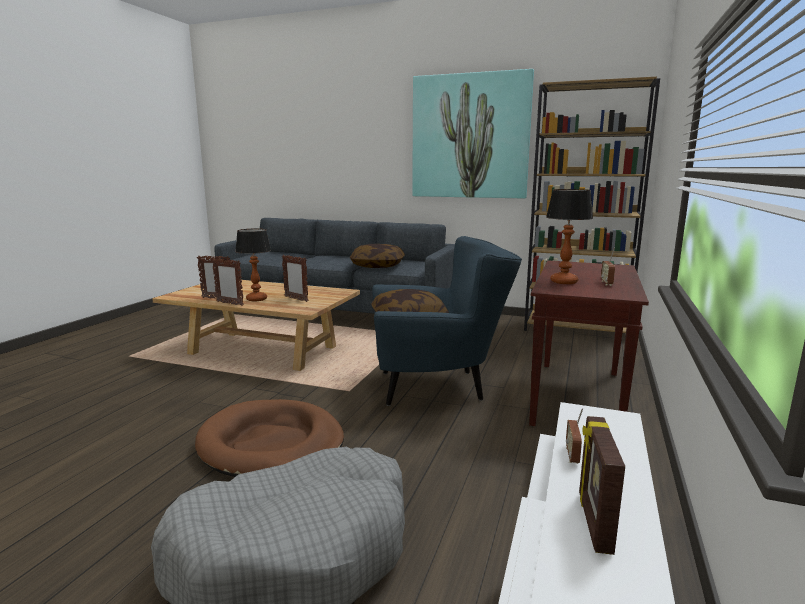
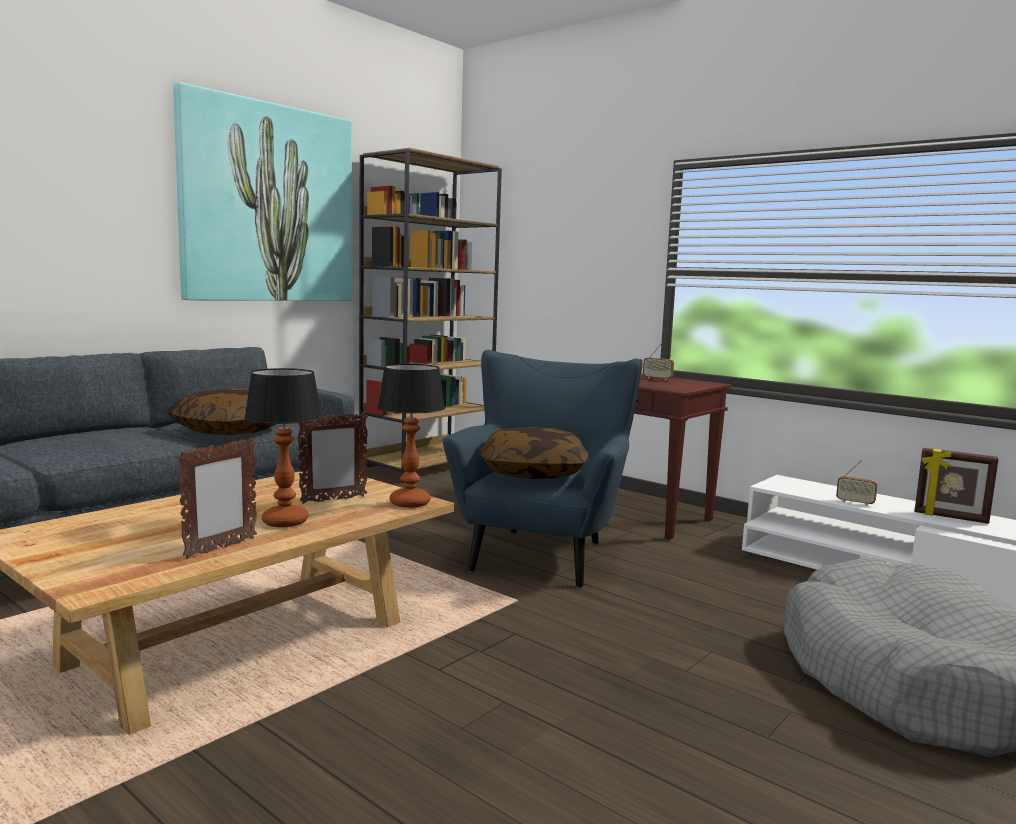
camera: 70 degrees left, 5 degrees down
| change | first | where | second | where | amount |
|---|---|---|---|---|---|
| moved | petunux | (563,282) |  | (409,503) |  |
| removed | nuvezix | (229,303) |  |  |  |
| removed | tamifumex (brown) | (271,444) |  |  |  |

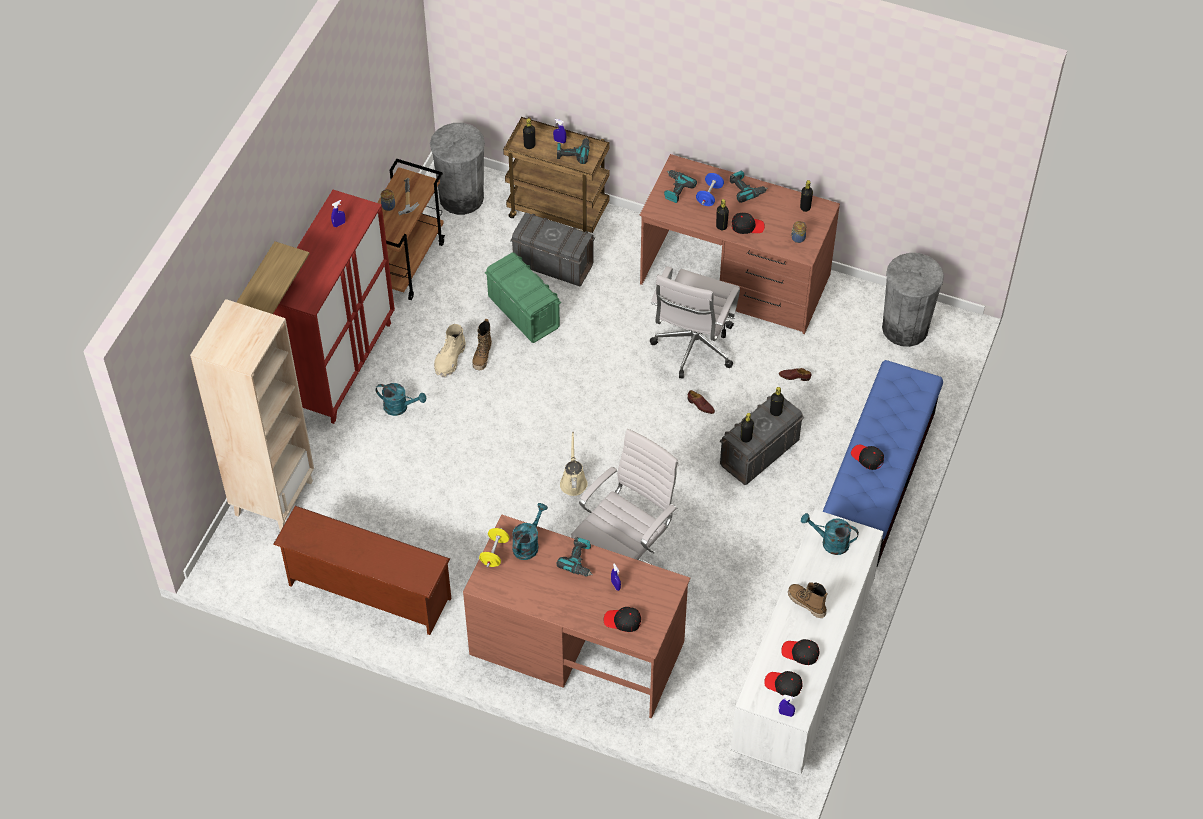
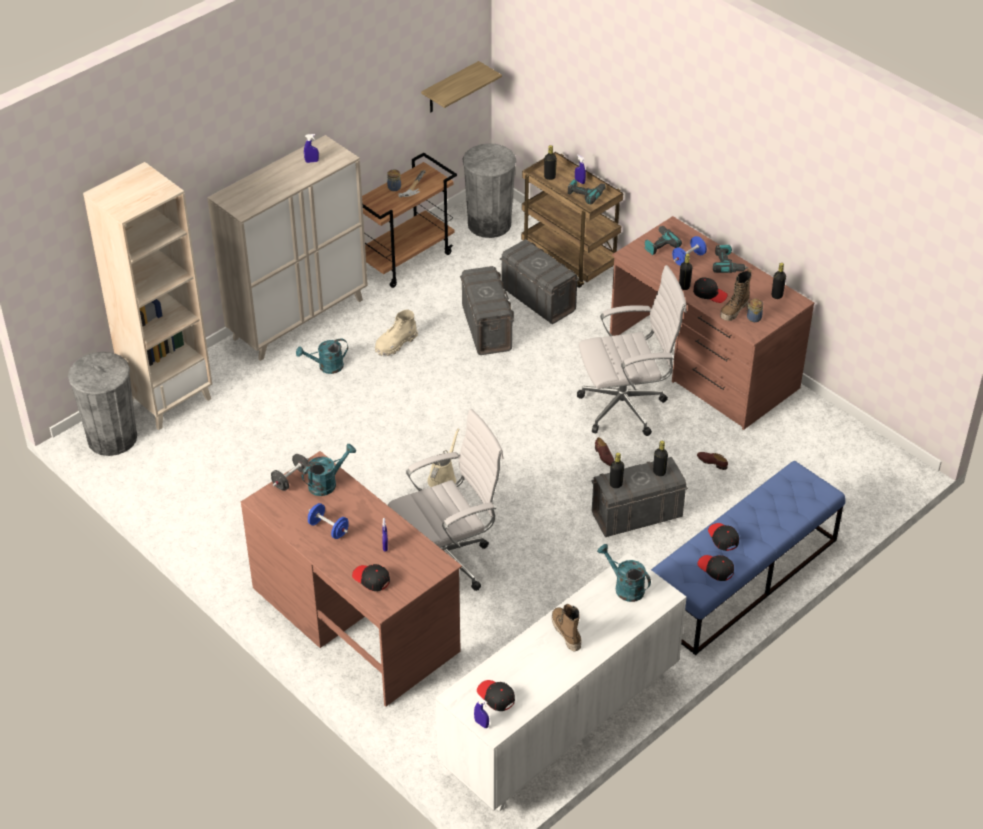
camera: 25 degrees right, 10 degrees down
| change | first | where | second | where | amount |
|---|---|---|---|---|---|
| recoloured | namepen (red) | (342,365) | namepen (beige) | (298,319) |  |
| moved | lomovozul | (256,283) |  | (450,88) |  |
| recoloured | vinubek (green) | (523,312) | vinubek (grey) | (486,328) |  |
| moved | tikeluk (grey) | (905,328) |  | (112,438) |  |
| turned | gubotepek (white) | (693,349) |  | (626,407) | 150 degrees counterclockwise |
| moved | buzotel | (482,356) |  | (734,311) |  |
| turned | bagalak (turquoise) | (400,407) |  | (326,367) | 120 degrees clockwise |
| removed | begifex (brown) | (367,592) |  |  |  |
| recoloured | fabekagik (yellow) | (494,553) | fabekagik (black) | (291,480) |  |
| removed | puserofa | (579,561) |  |  |  |
| moved | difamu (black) | (800,653) |  | (715,569) |  |
| added |  |  | fabekagik (blue) | (328,529) |  |

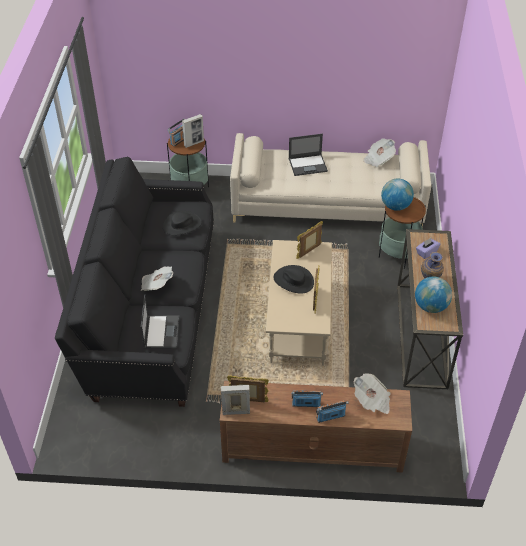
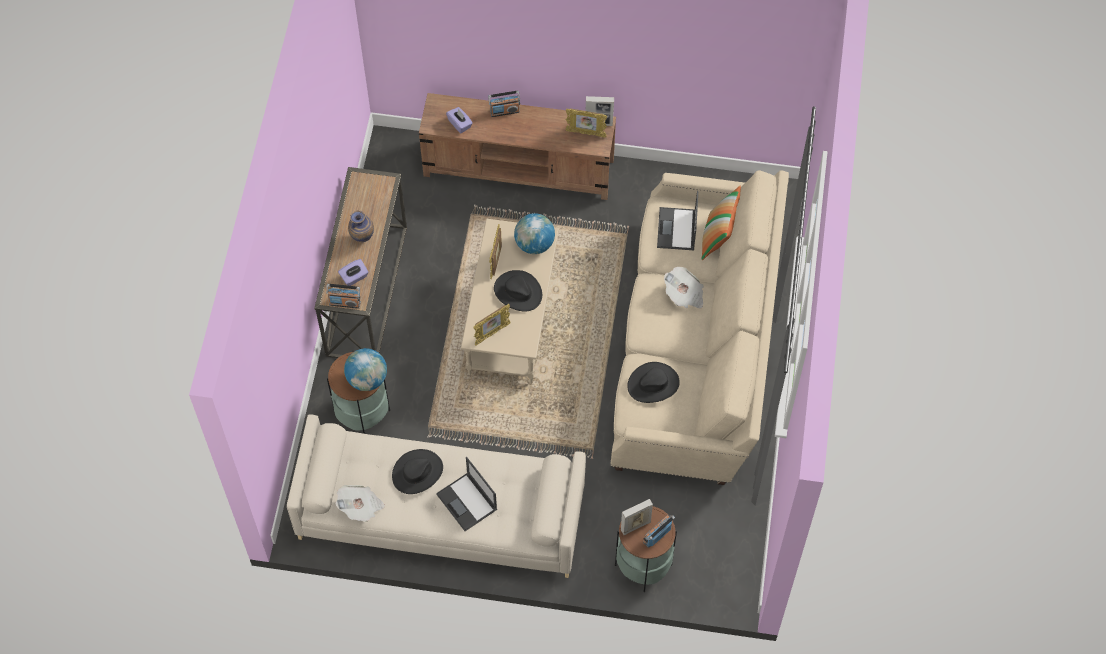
camera: 175 degrees left, 15 degrees up
| change | first | where | second | where | amount |
|---|---|---|---|---|---|
| turned | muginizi | (308,165) |  | (467,502) | 120 degrees counterclockwise |
| recoloured | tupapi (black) | (150,309) | tupapi (beige) | (695,350) |  |
| moved | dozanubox | (431,306) |  | (534,244) |  |
| replaced | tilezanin | (372,401) | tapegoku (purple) | (460,124) |  |
| moved | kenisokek | (306,404) |  | (345,303) |  |
| added |  |  | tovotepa | (718,237) |  |
| added |  |  | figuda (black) | (417,472) |  |

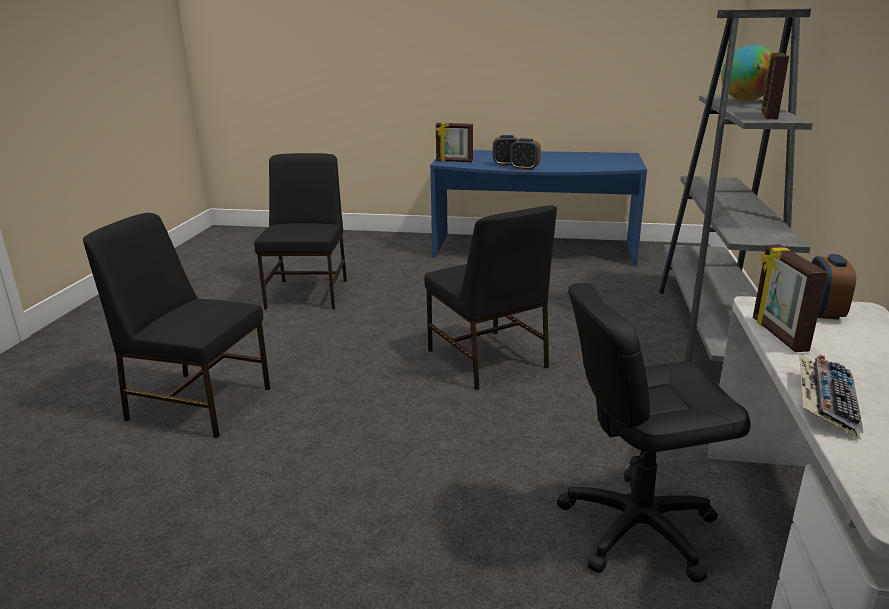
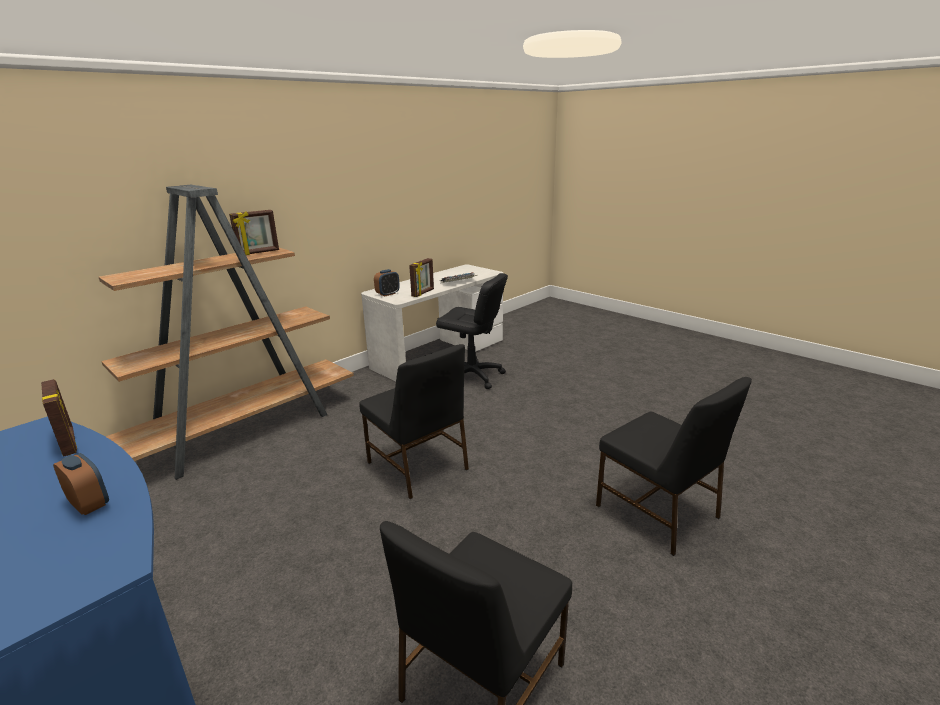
camera: 145 degrees left, 0 degrees up
| change | first | where | second | where | amount |
|---|---|---|---|---|---|
| recoloured | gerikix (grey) | (714,330) | gerikix (brown) | (246,430) |  |
| removed | dozanubox | (745,100) |  |  |  |
| moved | nuvezix | (454,161) |  | (69,442) |  |
| removed | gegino | (524,168) |  |  |  |
| turned | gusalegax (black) | (487,360) |  | (417,467) | 135 degrees clockwise |

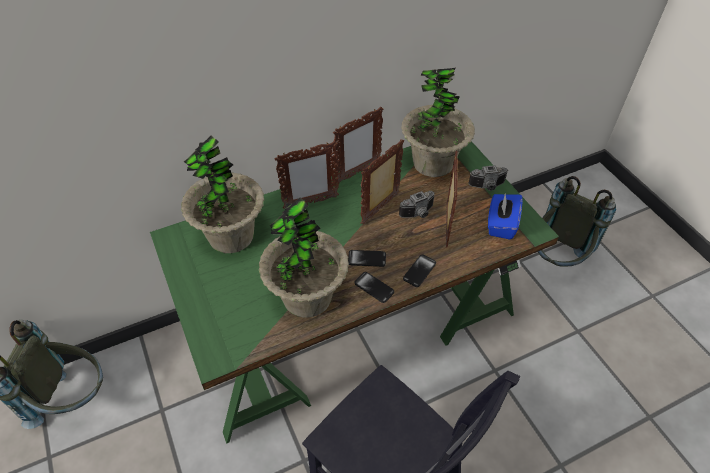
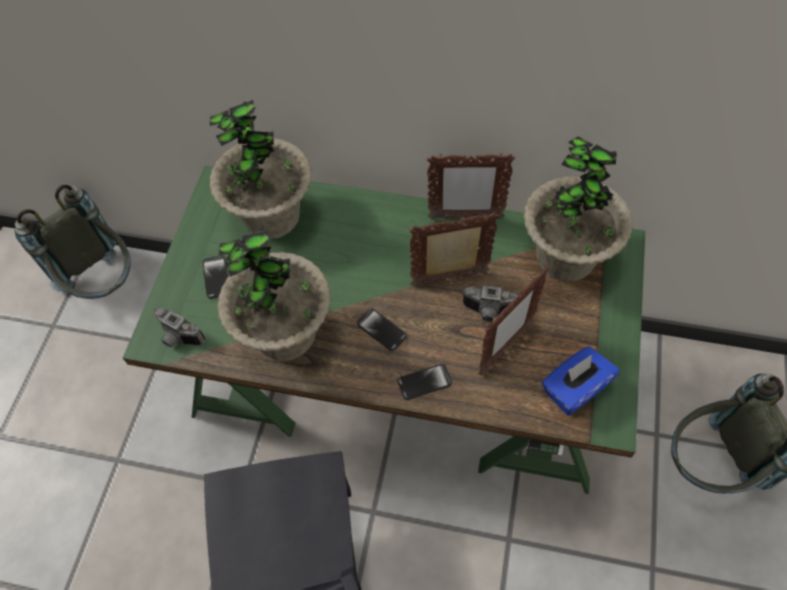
camera: 40 degrees right, 10 degrees up
| change | first | where | second | where | amount |
|---|---|---|---|---|---|
| removed | nuvezix | (310,203) |  |  |  |
| moved | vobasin | (488,187) |  | (178,338) |  |
| moved | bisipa | (374,288) |  | (216,277) |  |

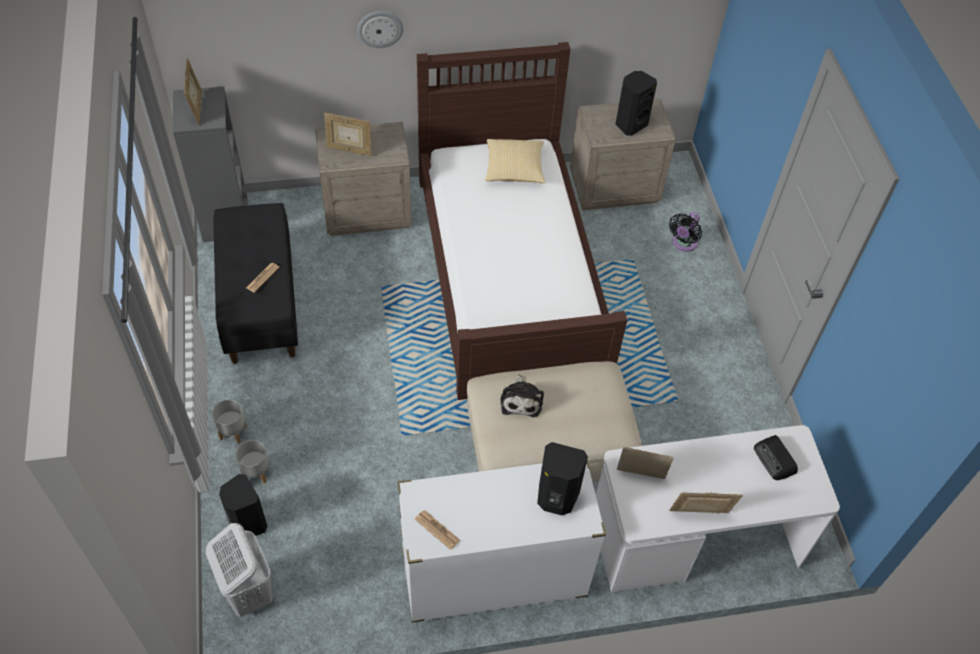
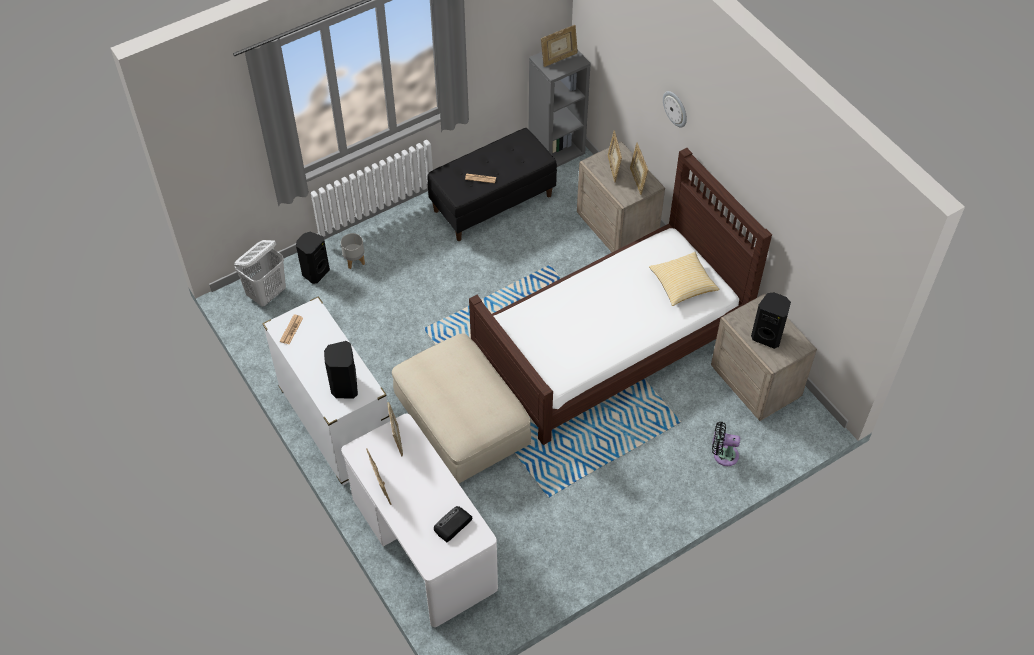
camera: 70 degrees right, 0 degrees up
| change | first | where | second | where | amount |
|---|---|---|---|---|---|
| removed | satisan | (521,400) |  |  |  |
| removed | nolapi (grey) | (232,432) |  |  |  |
| added |  |  | nuvezix | (637,181) |  |

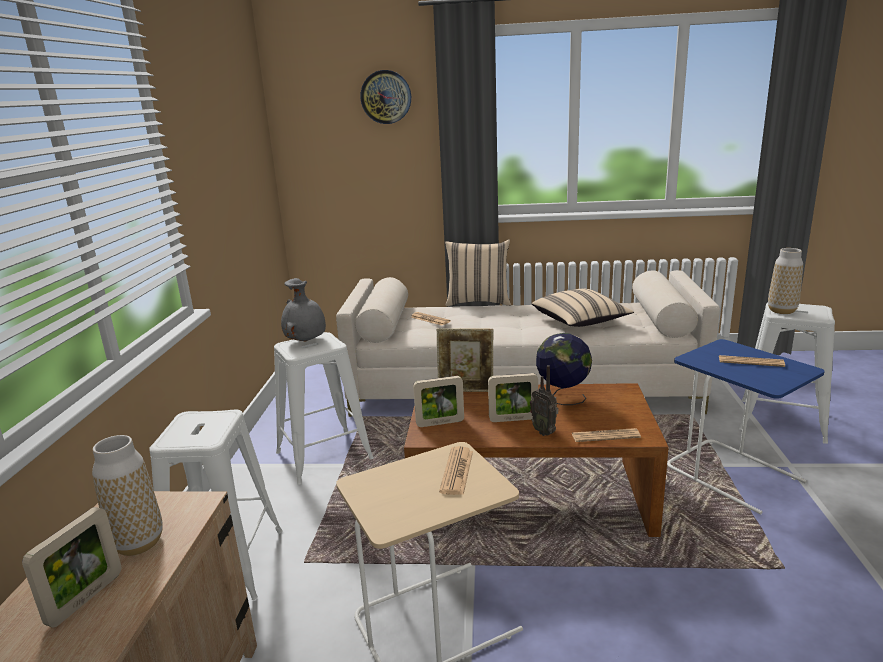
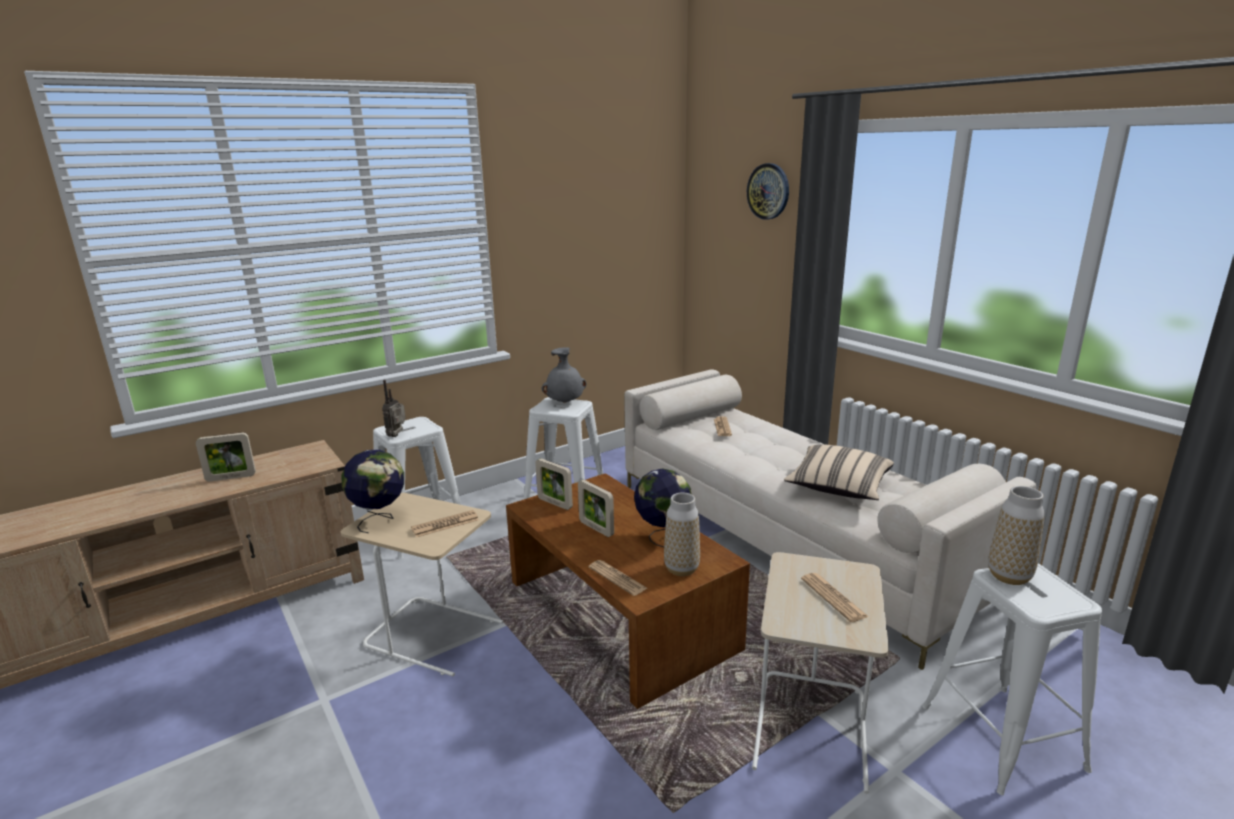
camera: 50 degrees right, 0 degrees up
| change | first | where | second | where | amount |
|---|---|---|---|---|---|
| removed | tovotepa (beige) | (478,302) |  |  |  |
| removed | nuvezix | (466,390) |  |  |  |
| recoloured | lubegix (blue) | (734,474) | lubegix (beige) | (812,729) |  |
| moved | kenisokek | (544,432) |  | (398,435) |  |
| moved | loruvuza | (138,543) |  | (681,569) |  |
| added |  |  | dozanubox | (379,520) |  |

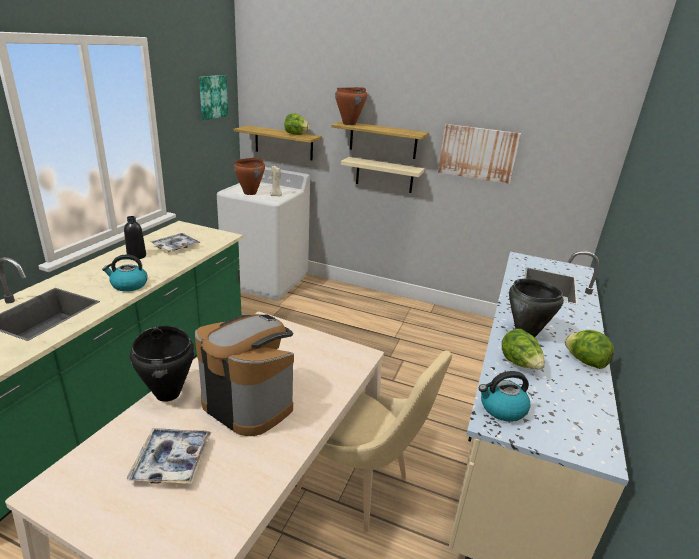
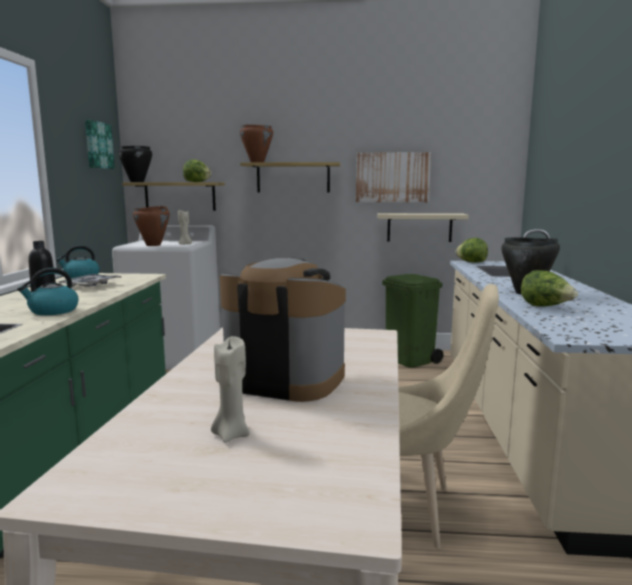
camera: 15 degrees left, 15 degrees down
| change | first | where | second | where | amount |
|---|---|---|---|---|---|
| moved | lomovozul (beige) | (384,175) |  | (419,227) |  |
| moved | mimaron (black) | (168,393) |  | (137,182) |  |
| moved | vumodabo | (584,361) |  | (471,262) |  |
| moved | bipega | (502,408) |  | (81,277) |  |
| replaced | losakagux | (172,461) | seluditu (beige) | (231,434) |  |
| added |  |  | tikeluk (green) | (410,360) |  |

